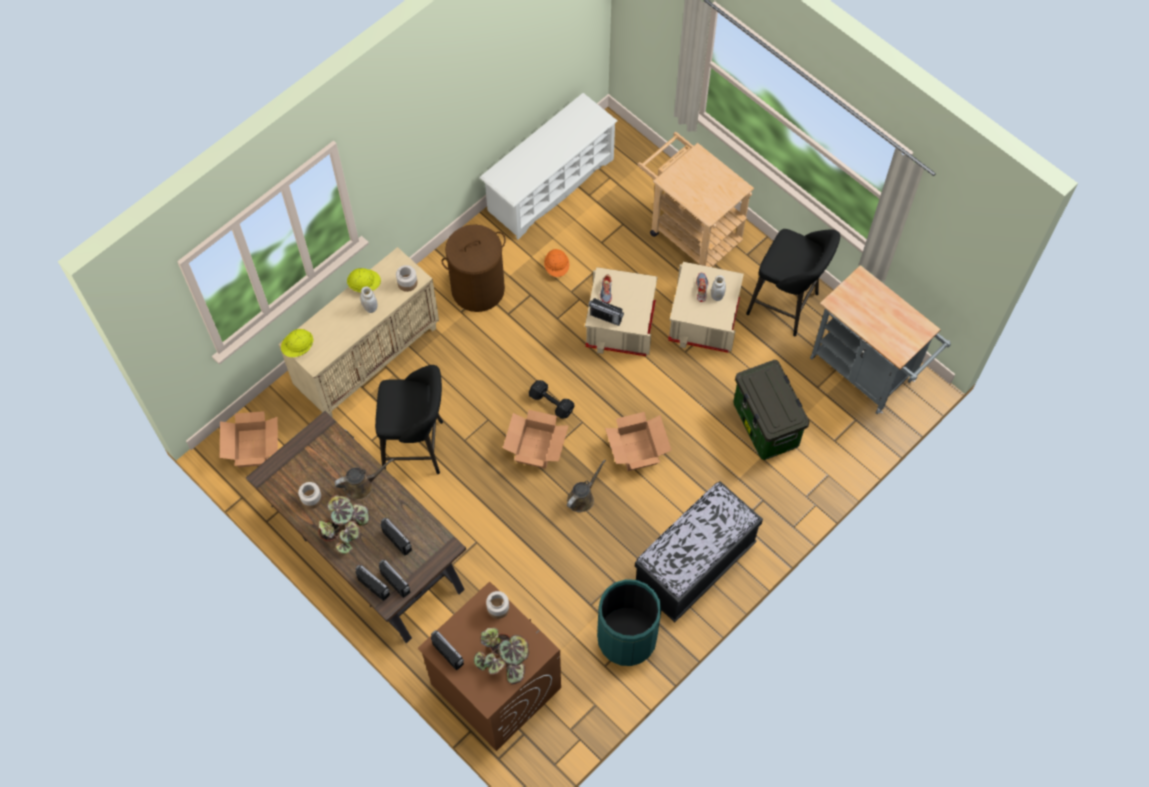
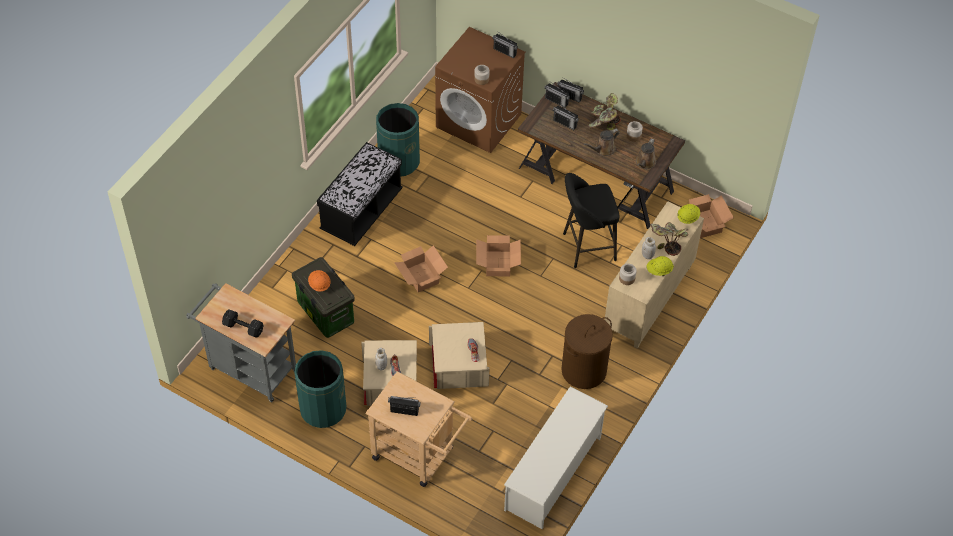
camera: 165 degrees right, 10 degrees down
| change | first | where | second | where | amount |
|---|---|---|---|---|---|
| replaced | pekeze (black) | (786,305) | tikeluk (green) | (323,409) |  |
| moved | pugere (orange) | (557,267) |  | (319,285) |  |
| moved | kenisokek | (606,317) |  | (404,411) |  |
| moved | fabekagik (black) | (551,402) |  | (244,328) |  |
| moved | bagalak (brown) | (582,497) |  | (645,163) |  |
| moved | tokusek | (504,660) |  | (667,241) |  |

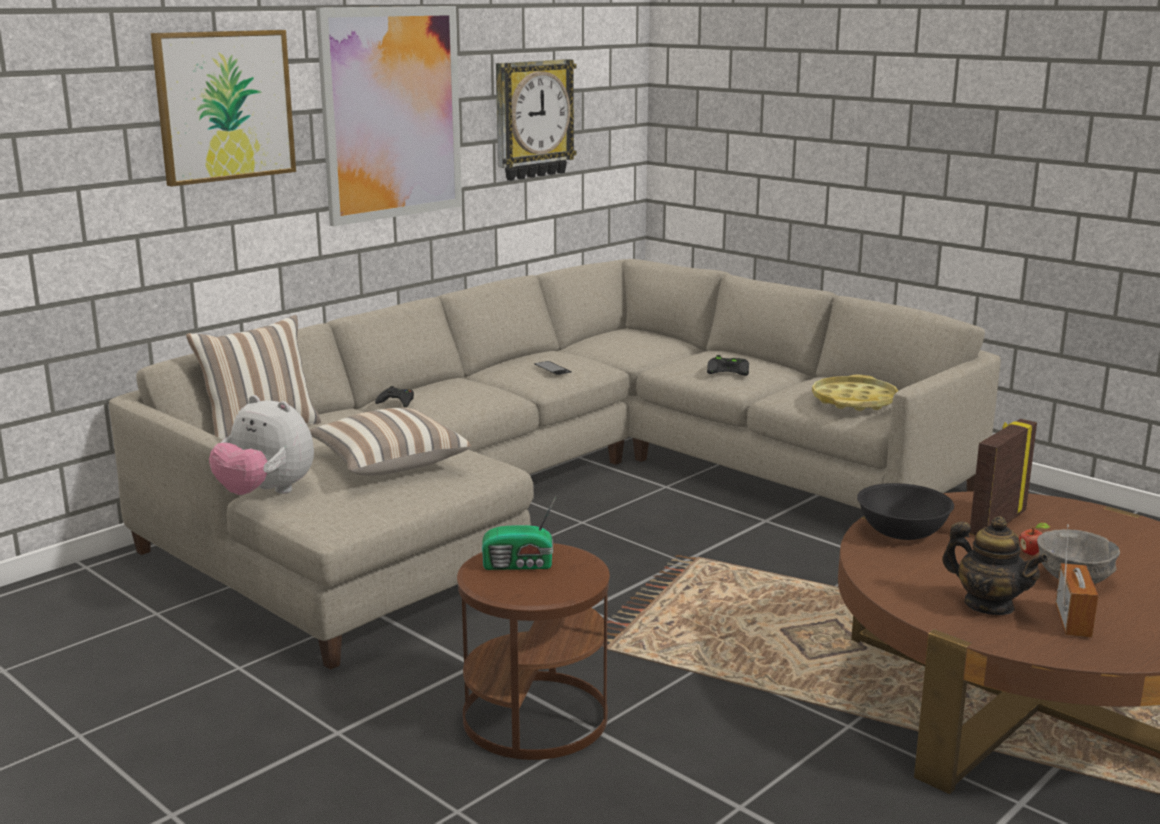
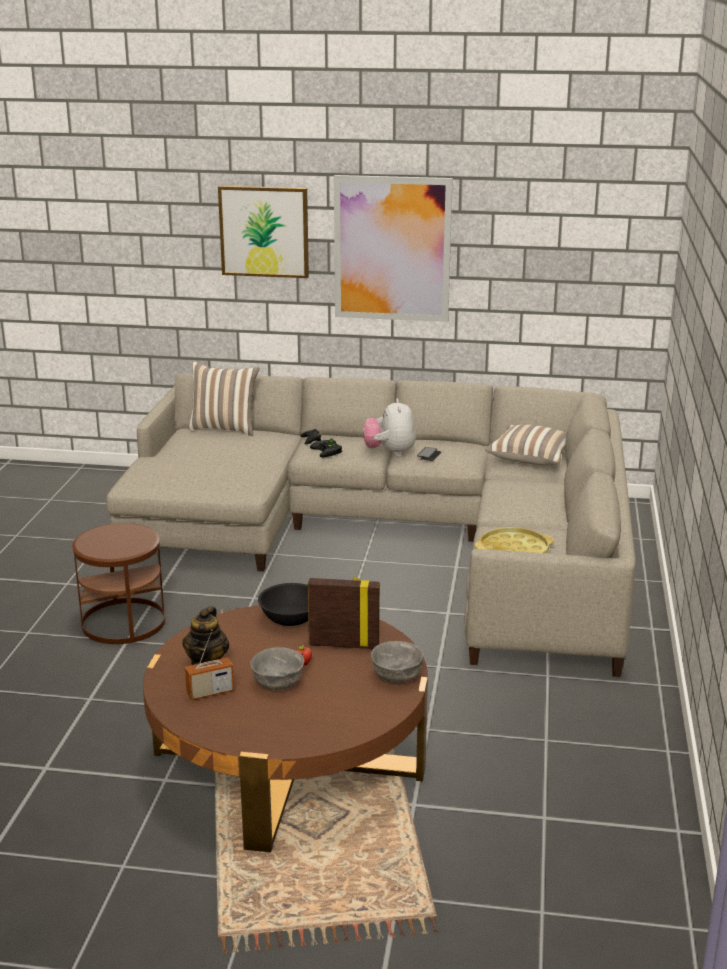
camera: 55 degrees right, 5 degrees up
| change | first | where | second | where | amount |
|---|---|---|---|---|---|
| removed | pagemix | (532,119) |  |  |  |
| moved | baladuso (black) | (729,369) |  | (328,451) |  |
| moved | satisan | (266,493) |  | (390,452) |  |
| moved | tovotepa | (388,463) |  | (531,457) |  |
| removed | kenisokek | (520,565) |  |  |  |
| added |  |  | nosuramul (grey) | (398,676) |  |

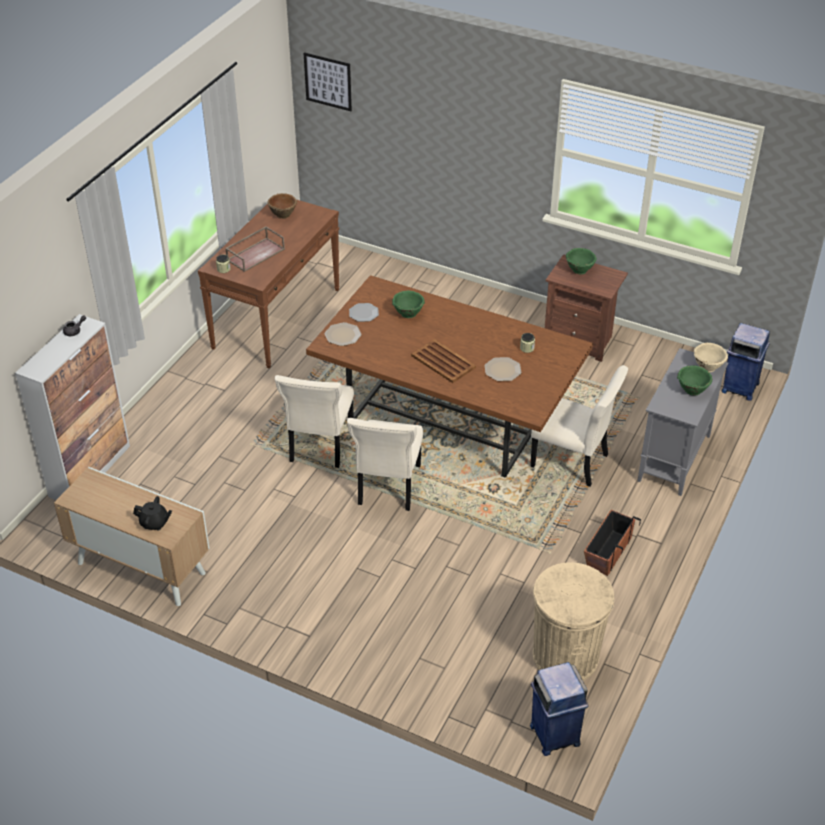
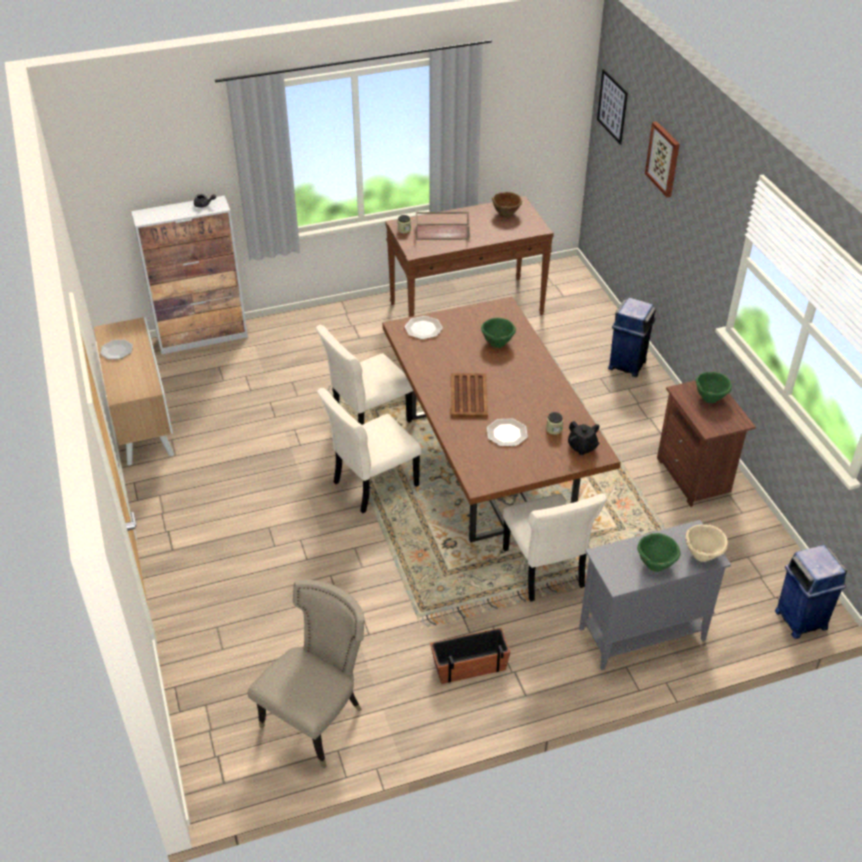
camera: 45 degrees right, 0 degrees up
| change | first | where | second | where | amount |
|---|---|---|---|---|---|
| moved | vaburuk | (363,313) |  | (116,350) |  |
| moved | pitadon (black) | (154,523) |  | (582,447) |  |
| replaced | tikeluk (beige) | (565,656) | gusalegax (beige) | (317,718) |  |
| moved | tikeluk (blue) | (554,734) |  | (627,364) |  |
| added |  |  | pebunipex | (663,159) |  |

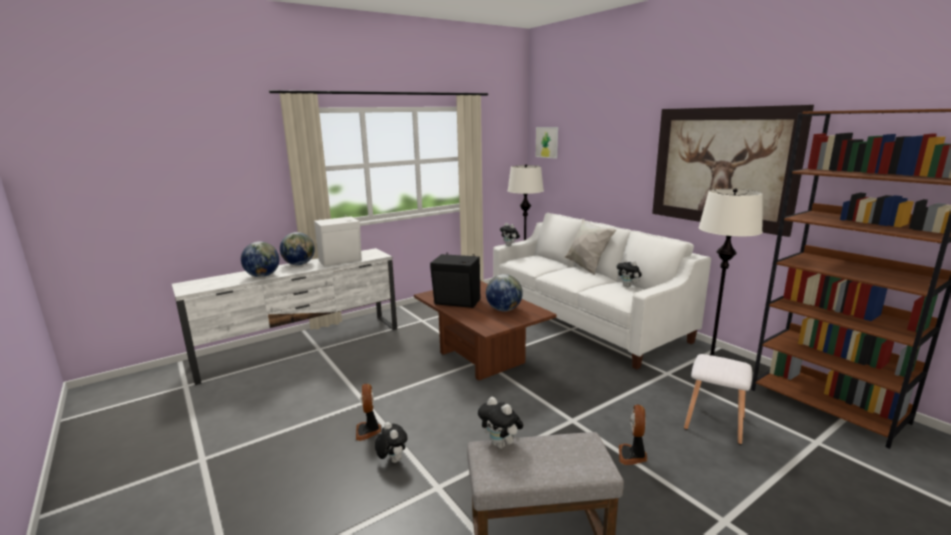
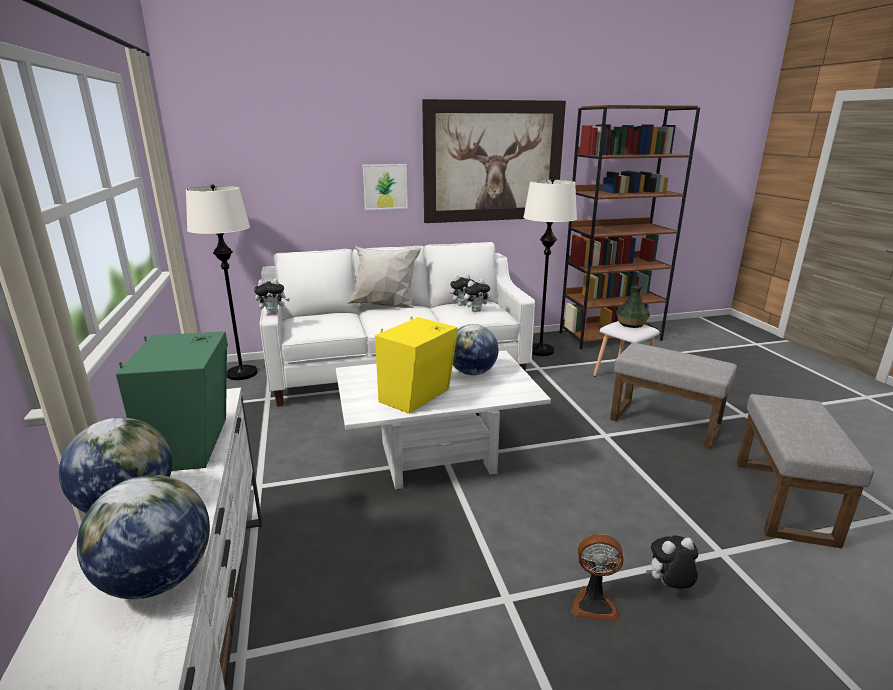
camera: 70 degrees left, 5 degrees up
| change | first | where | second | where | amount |
|---|---|---|---|---|---|
| moved | pebunipex | (547,142) |  | (385,186) |  |
| recoloured | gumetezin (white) | (341,261) | gumetezin (green) | (193,442) |  |
| recoloured | gumetezin (black) | (457,302) | gumetezin (yellow) | (418,396) |  |
| recoloured | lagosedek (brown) | (481,357) | lagosedek (white) | (437,457) |  |
| moved | satisan | (501,445) |  | (476,311) |  |
| replaced | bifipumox | (633,455) | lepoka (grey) | (666,423) |  |
| added |  |  | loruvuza | (631,324) |  |

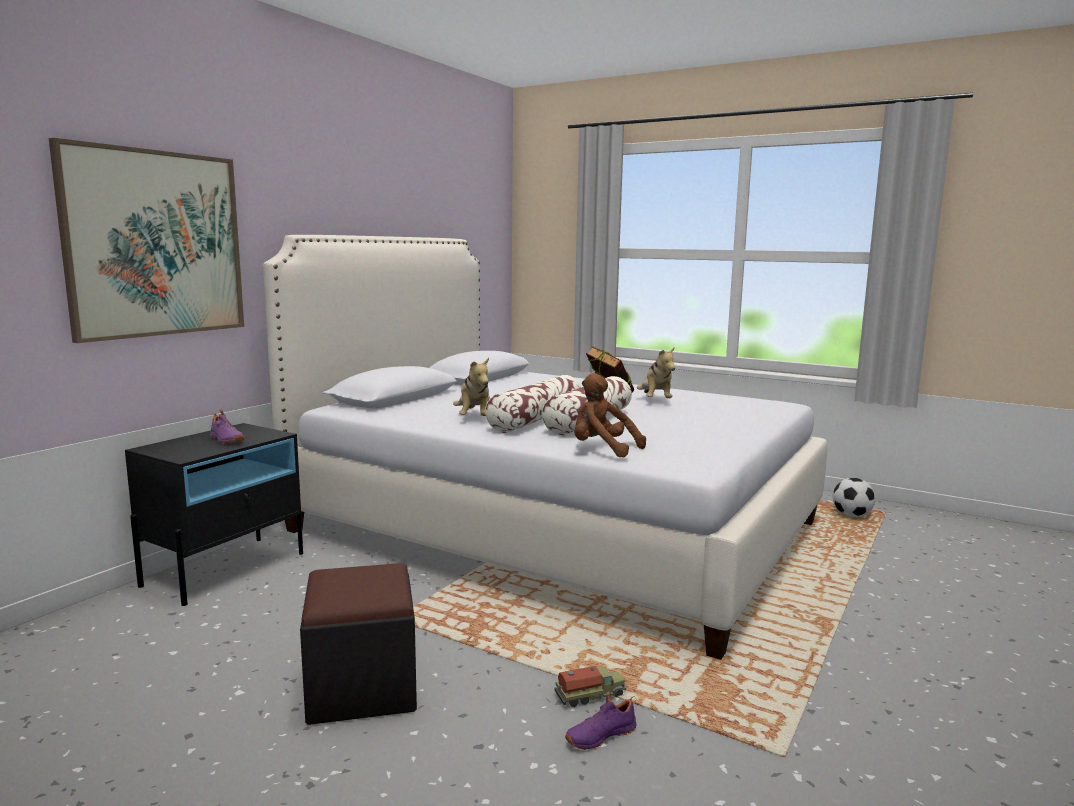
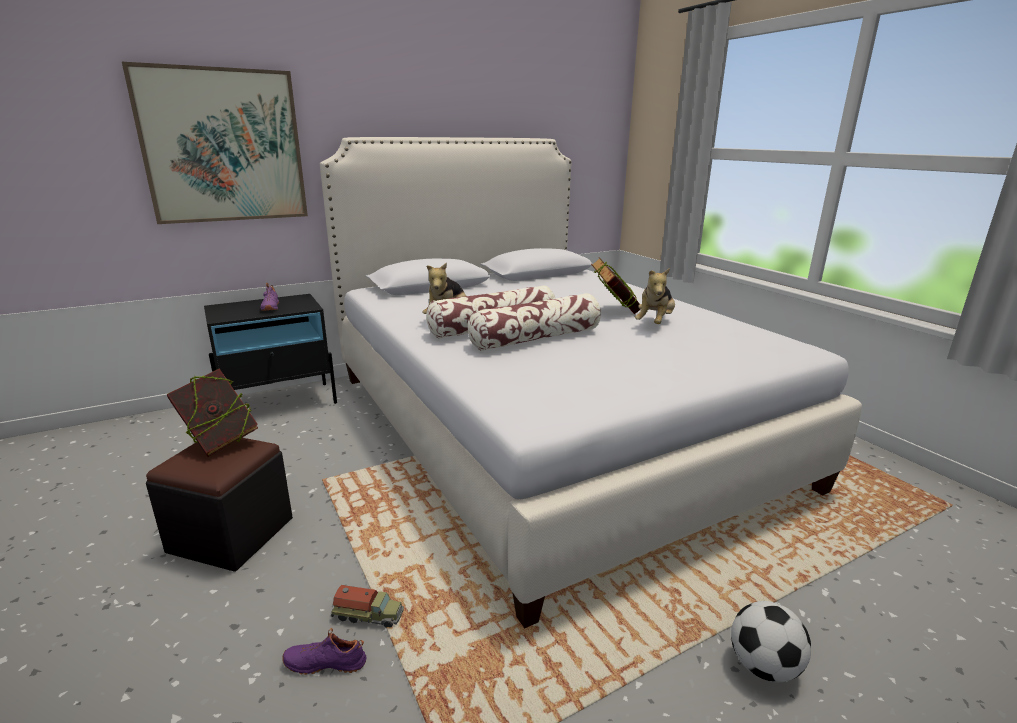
camera: 30 degrees right, 10 degrees up
| change | first | where | second | where | amount |
|---|---|---|---|---|---|
| removed | satisan (brown) | (602,449) |  |  |  |
| moved | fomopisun | (852,516) |  | (763,667) |  |
| added |  |  | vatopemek | (220,442) |  |

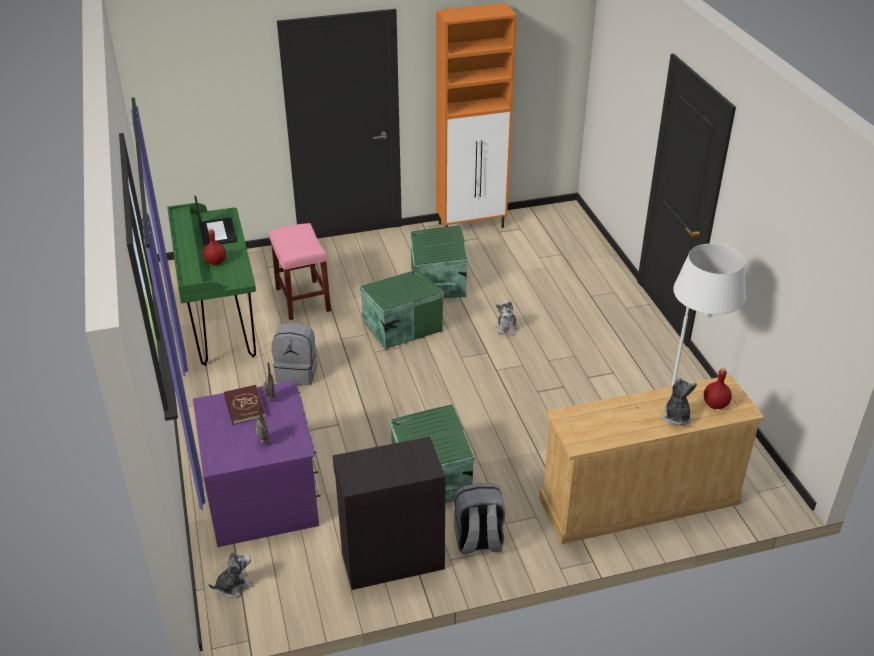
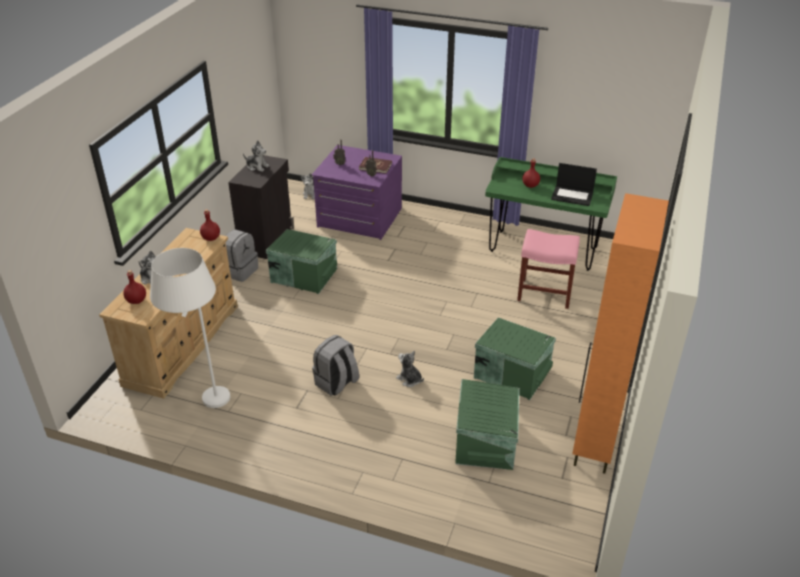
camera: 125 degrees right, 0 degrees up
| change | first | where | second | where | amount |
|---|---|---|---|---|---|
| moved | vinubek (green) | (401,325) |  | (487,440) |  |
| moved | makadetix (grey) | (297,373) |  | (336,383) |  |
| added |  |  | satisan | (257,166) |  |
| added |  |  | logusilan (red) | (211,238) |  |

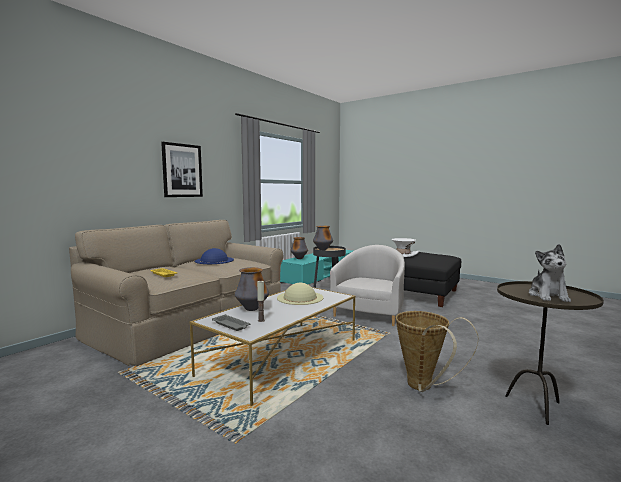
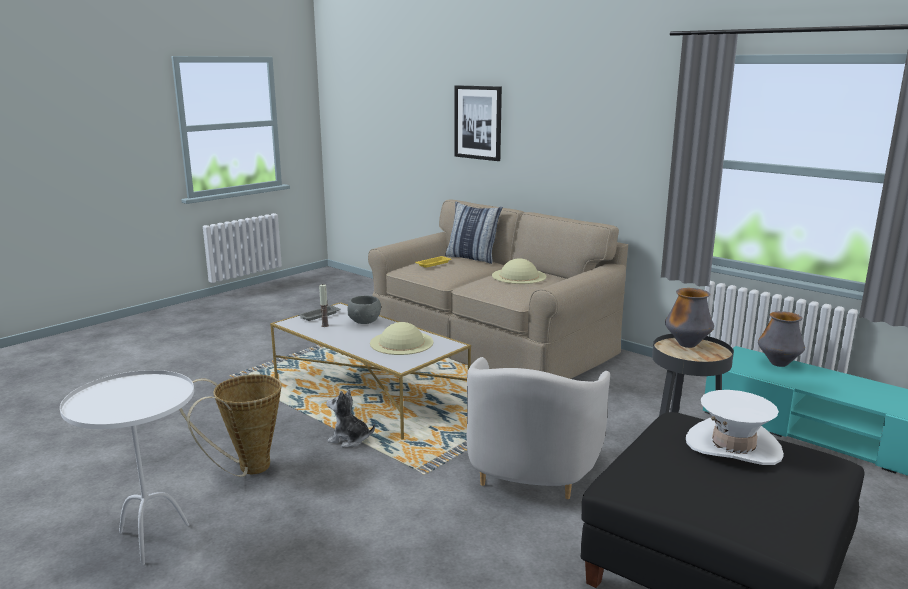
camera: 95 degrees right, 10 degrees up
| change | first | where | second | where | amount |
|---|---|---|---|---|---|
| moved | pebunipex | (182,170) |  | (478,122) |  |
| moved | satisan | (548,296) |  | (349,439) |  |
| turned | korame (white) | (370,313) |  | (531,470) | 75 degrees clockwise |
| recoloured | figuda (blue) | (214,260) | figuda (beige) | (519,276) |  |
| replaced | loruvuza | (252,309) | nosuramul (grey) | (365,321) |  |
| recoloured | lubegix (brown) | (536,407) | lubegix (white) | (150,540) |  |
| added |  |  | tovotepa | (472,258) |  |

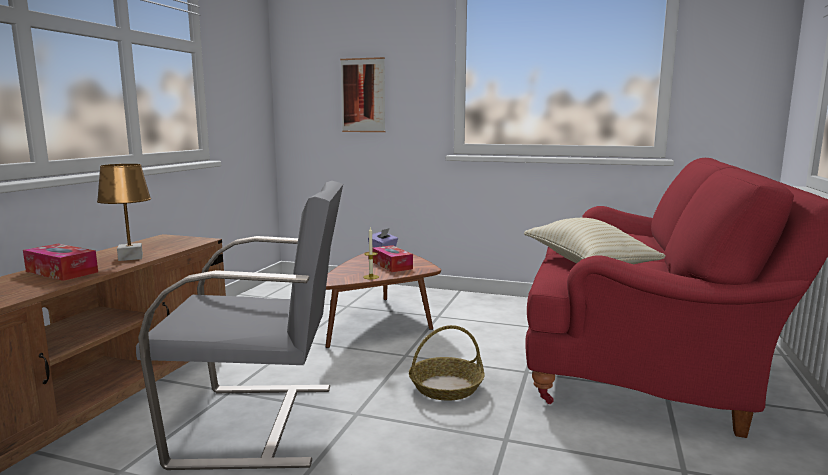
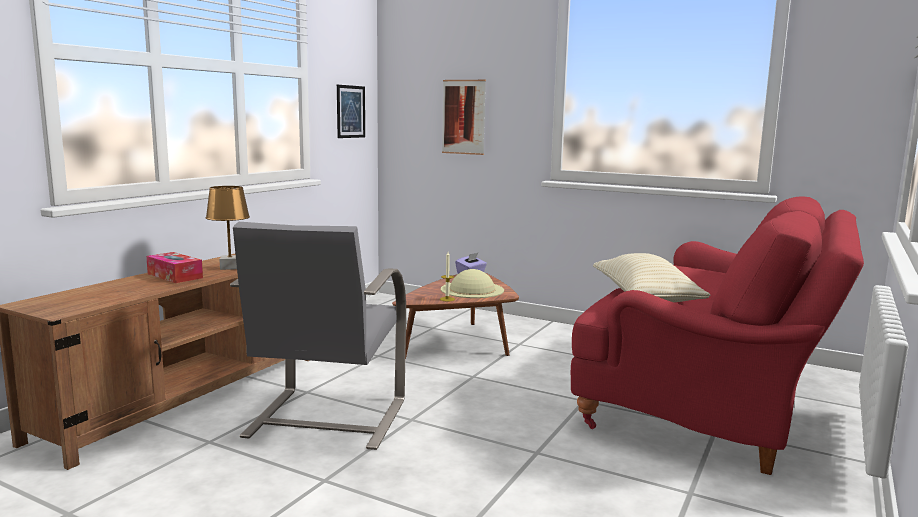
camera: 10 degrees right, 0 degrees up
| change | first | where | second | where | amount |
|---|---|---|---|---|---|
| turned | korame (grey) | (259,423) |  | (326,419) | 90 degrees clockwise |
| replaced | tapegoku | (392,265) | figuda (beige) | (472,289) |  |
| removed | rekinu | (445,387) |  |  |  |
| added |  |  | pebunipex | (350,111) |  |

